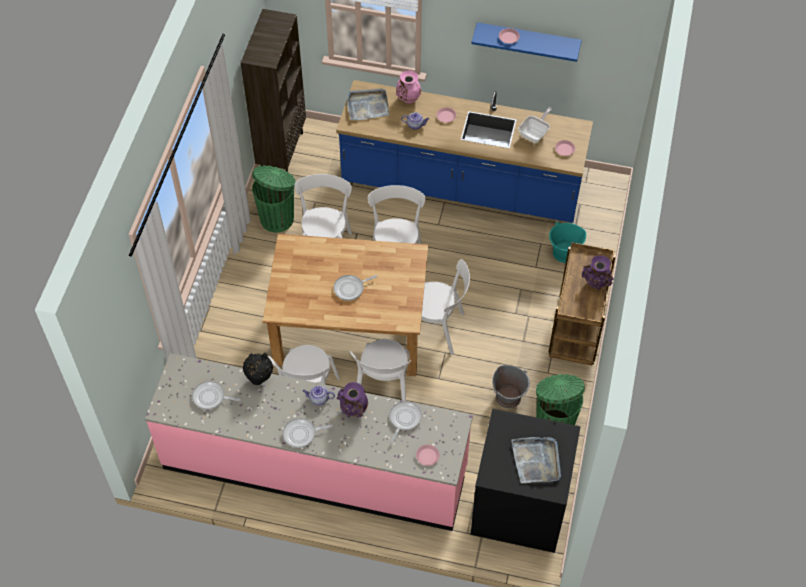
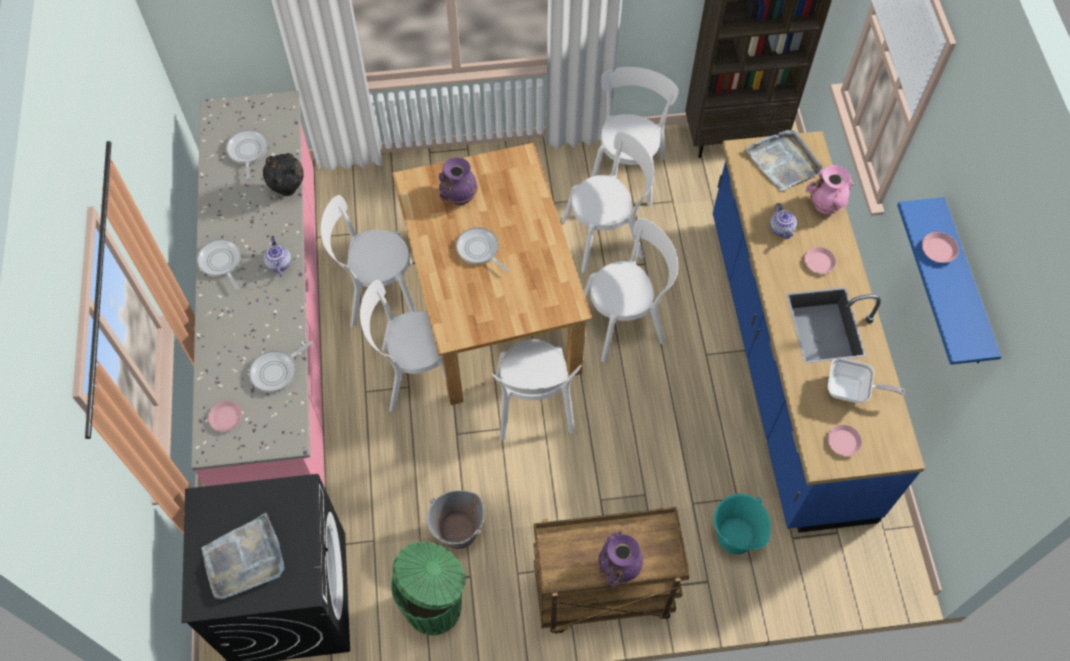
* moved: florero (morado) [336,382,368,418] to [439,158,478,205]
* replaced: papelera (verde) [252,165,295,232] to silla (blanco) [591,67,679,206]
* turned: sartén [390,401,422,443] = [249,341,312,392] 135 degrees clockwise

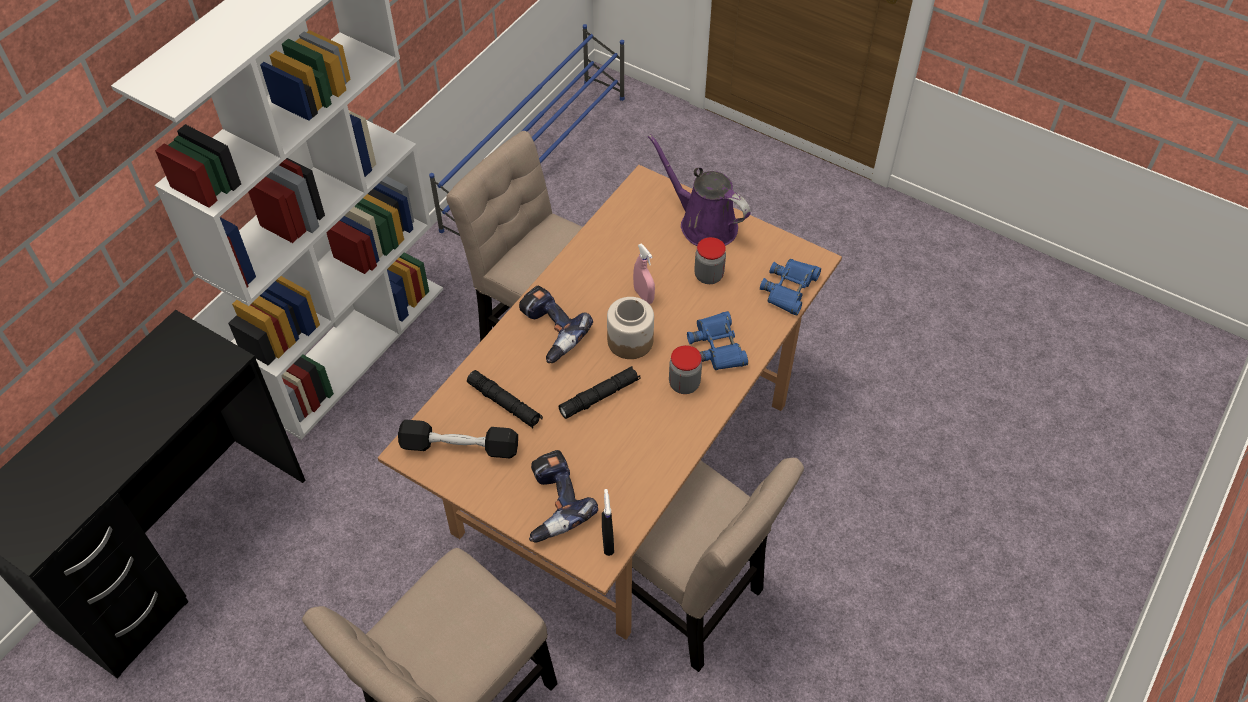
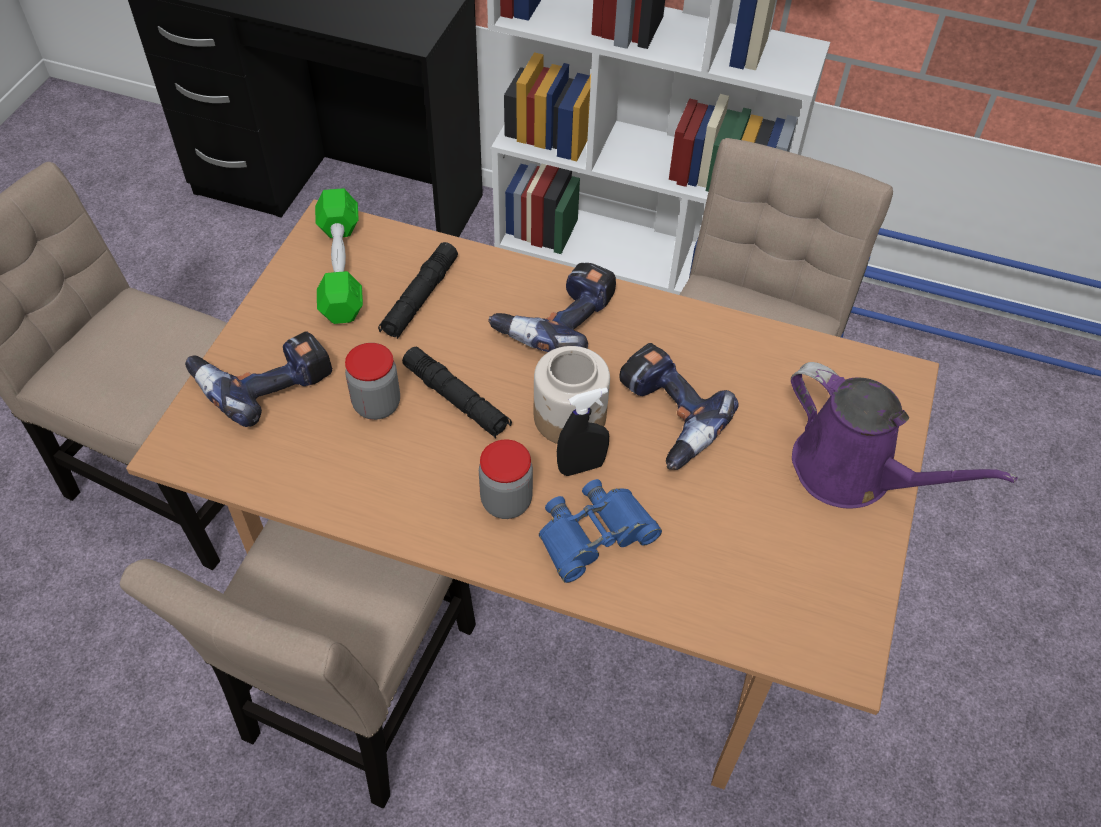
* removed: prismáticos (azul) [760,259,821,316]
* moved: pulverizador (negro) [602,489,614,556] to [557,387,609,476]
* moved: tarro [694,237,726,284] to [345,343,400,420]
* replaced: pulverizador (rosa) [633,244,655,304] to taladro [619,343,739,470]
* recoloured: mancuerna (negro) [398,419,518,458] to mancuerna (verde) [315,188,363,324]
* turned: regadera (morado) [647,134,750,246] = [791,362,1018,508] 105 degrees clockwise

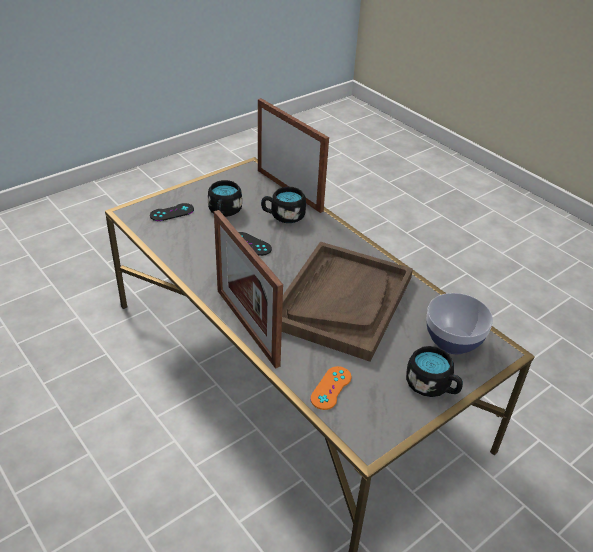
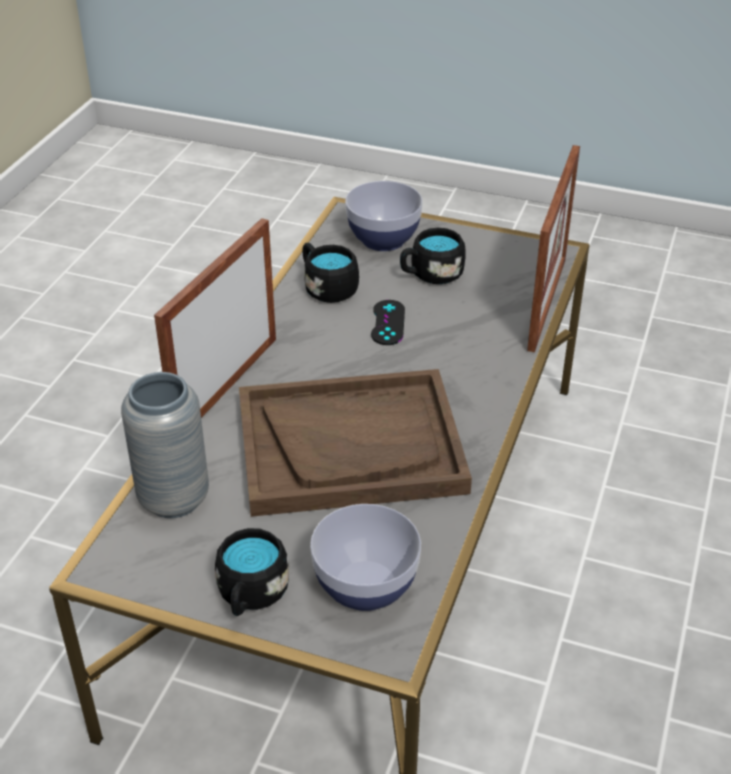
* moved: taza grande (negro) [261,187,306,223] to [303,243,359,303]
* replaced: mando de consola (negro) [150,203,194,221] to cuenco [345,181,423,251]
* replaced: mando de consola (naranja) [310,366,351,410] to florero (gris) [121,372,209,518]

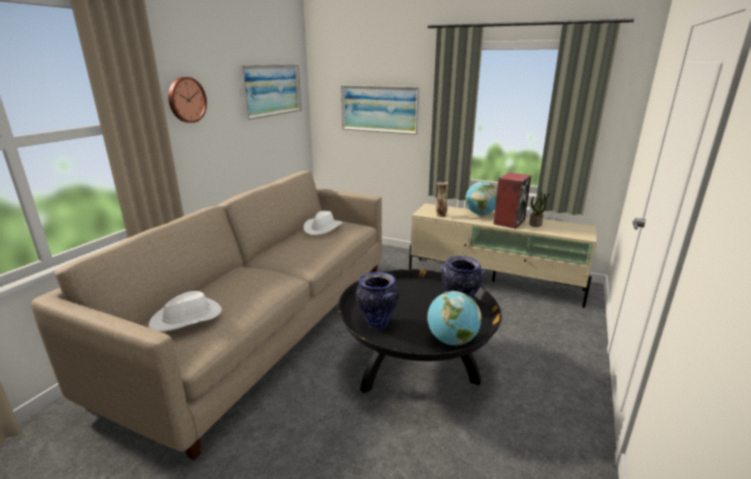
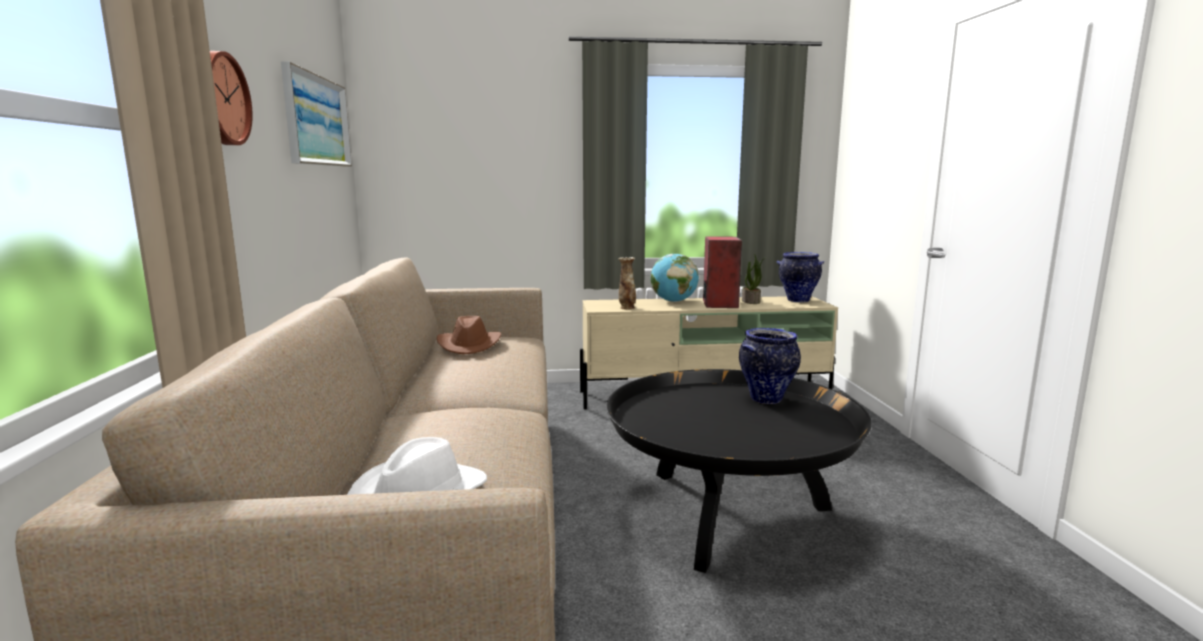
* removed: cuadro [341,85,420,135]
* removed: globo terráqueo [427,291,482,346]
* moved: florero [356,272,399,329] to [777,252,824,302]
* recoloured: sombrero (blanco) [304,211,343,235] to sombrero (marrón) [437,316,501,354]

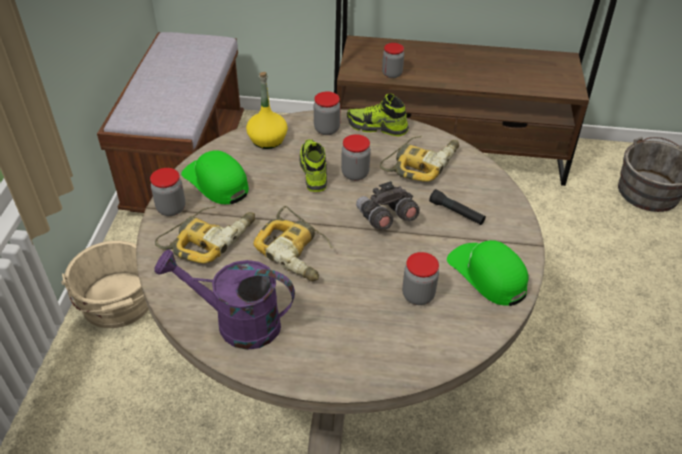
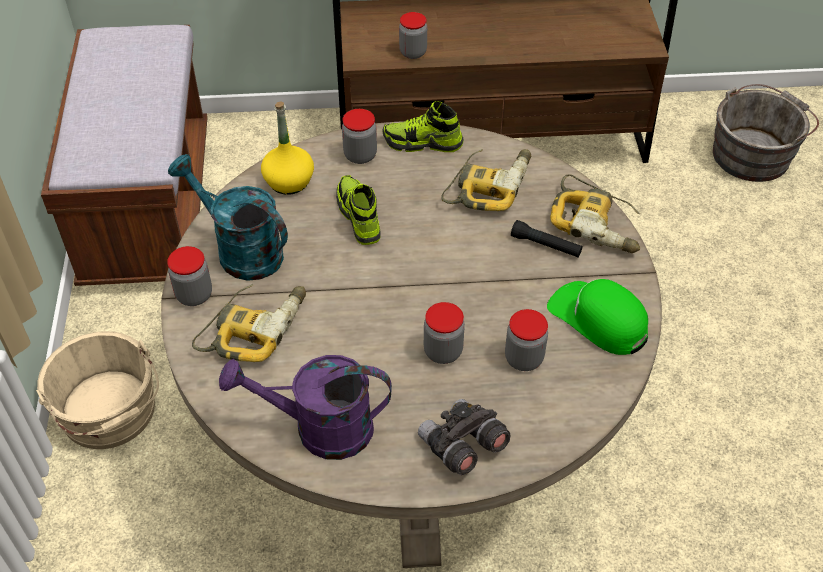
* moved: taladro [253,206,333,281] to [550,174,640,253]
* moved: tarro [341,134,371,181] to [424,302,465,364]
* moved: prismáticos (gris) [356,181,420,230] to [418,399,510,475]
* replaced: gorra (verde) [181,150,249,204] to regadera (turquesa) [168,154,288,281]

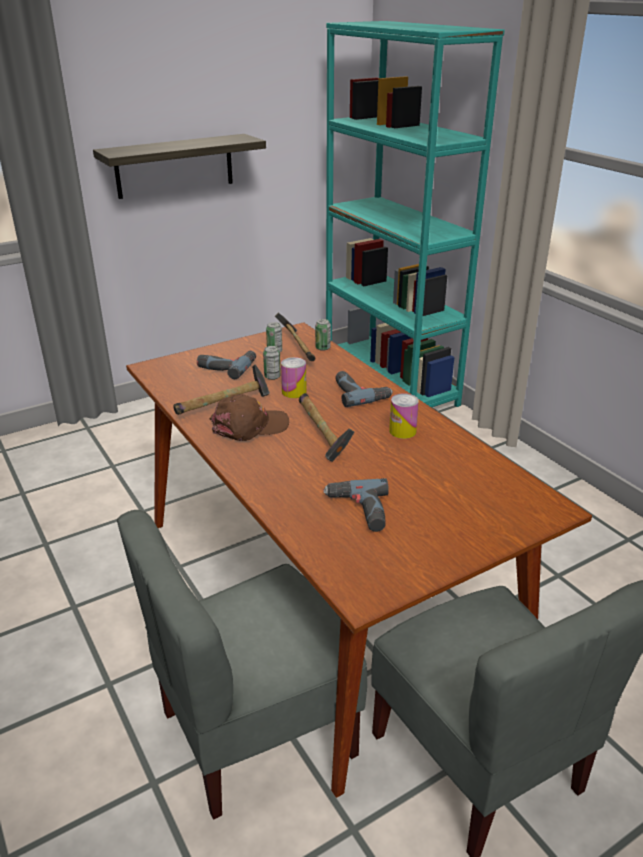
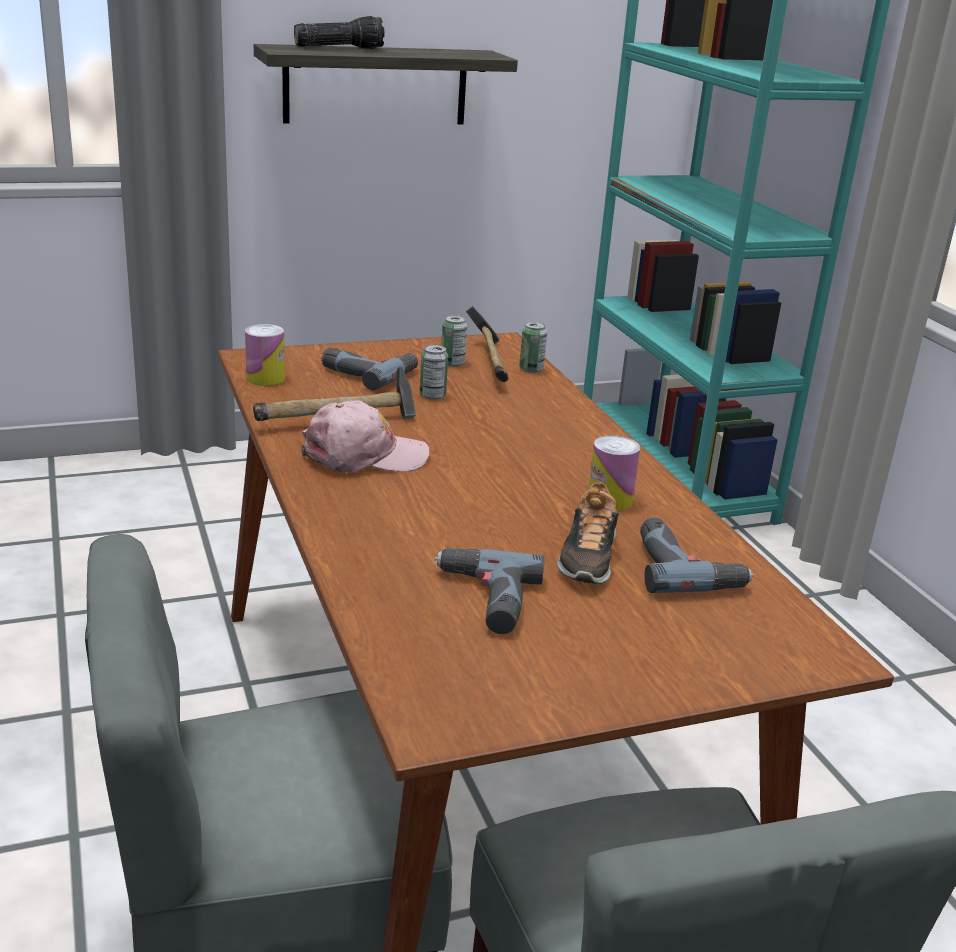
* removed: martillo [299,393,354,462]
* added: linterna [294,16,385,49]
* added: zapato [557,481,619,584]
* moved: lata [281,357,307,398] to [245,324,285,386]
* moved: taladro [335,371,393,407] to [640,517,754,593]
* recoloured: gorra (marrón) [210,394,289,441] to gorra (rosa) [301,400,430,473]

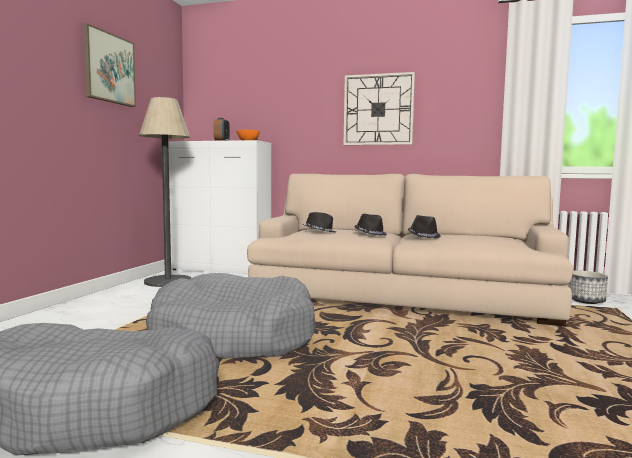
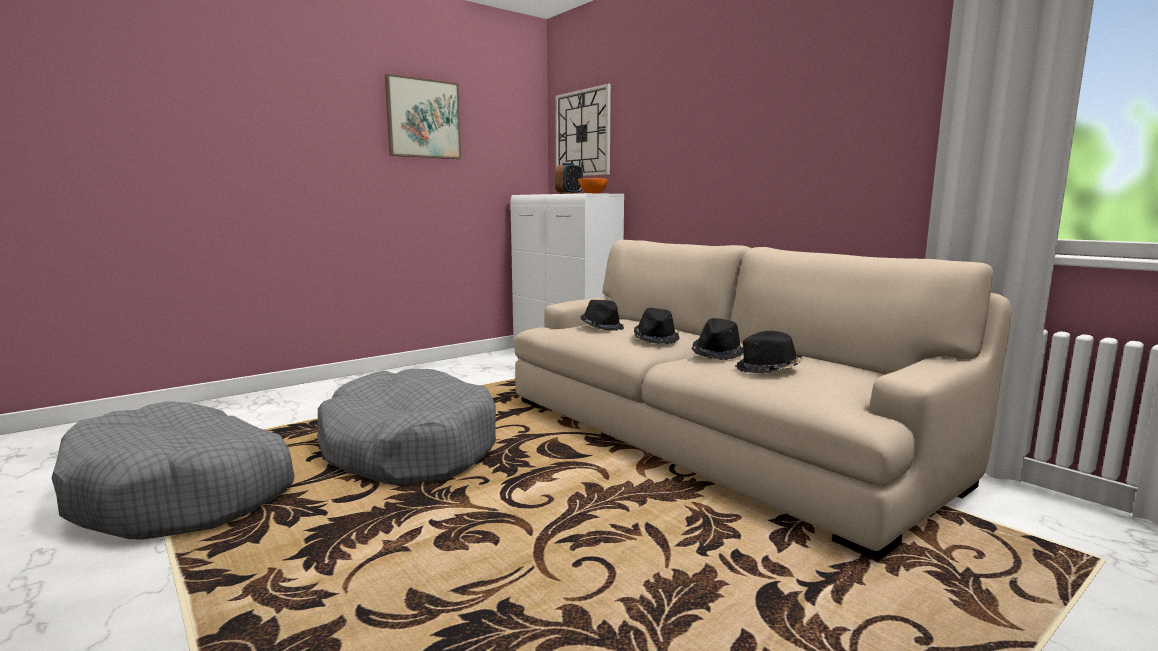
* removed: lámpara de pie [139,97,191,287]
* removed: maceta [568,271,608,304]
* added: sombrero (negro) [735,331,802,373]
* moved: reloj de pared [344,72,415,145] to [555,84,611,176]

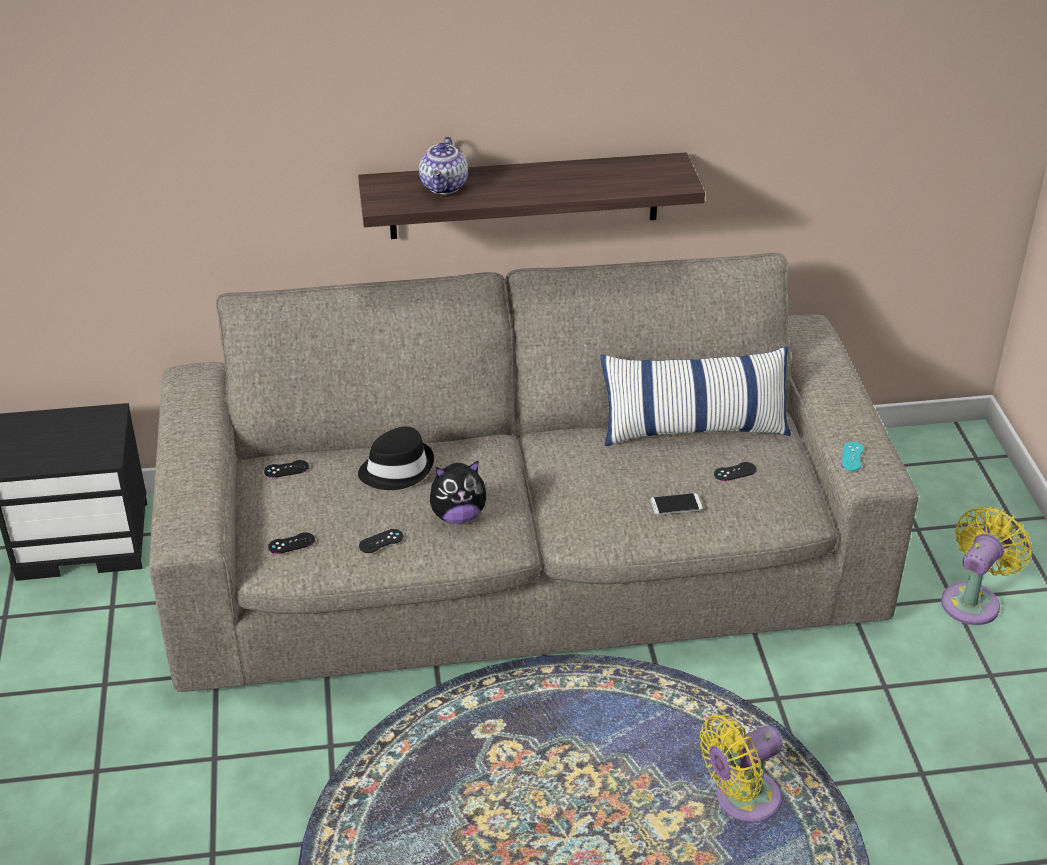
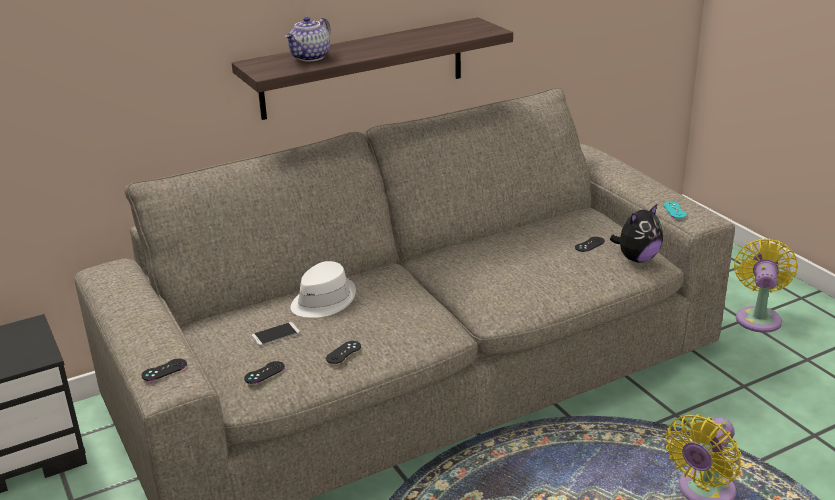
* removed: cojín [601,346,791,446]
* moved: mando de consola (negro) [264,460,309,478] to [142,359,187,381]
* moved: peluche [430,460,487,524] to [610,203,663,263]
* moved: móvil [650,493,703,515] to [251,322,300,346]
* recoloured: sombrero (negro) [358,426,434,490] to sombrero (blanco) [290,261,356,318]
* turned: tetera [419,136,468,194] = [285,16,331,61] 45 degrees clockwise

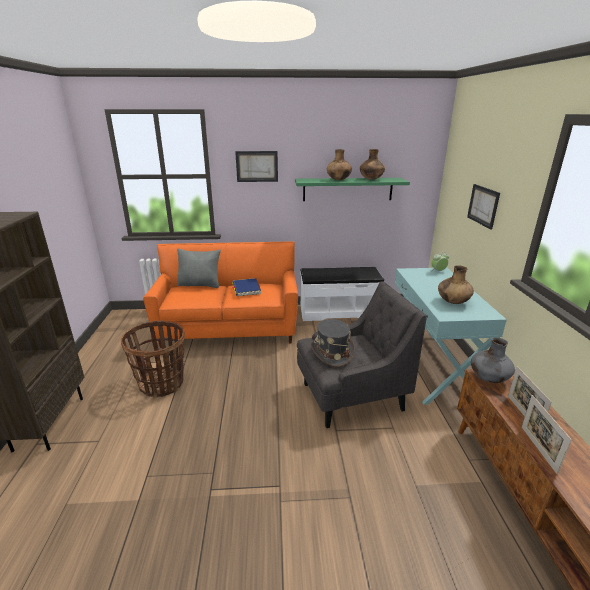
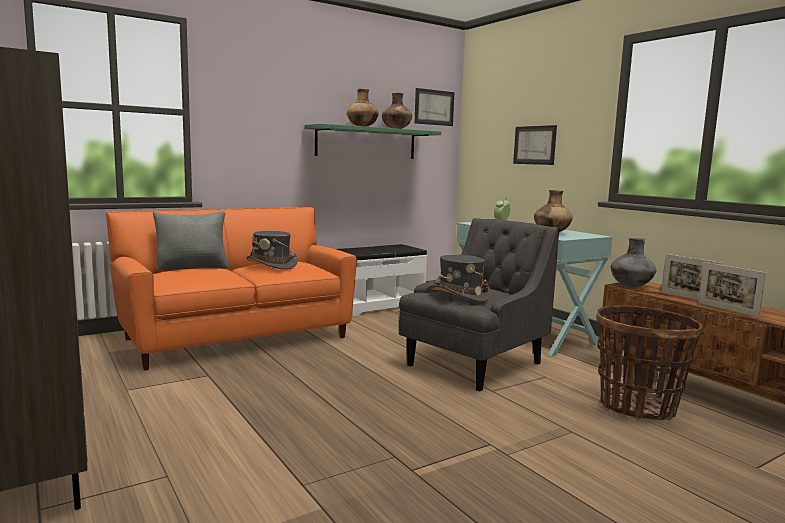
* moved: cesta [121,320,185,398] to [596,305,703,421]
* moved: cuadro [235,151,278,182] to [415,88,454,126]
* replaced: libro (azul) [232,278,261,296] to sombrero (gris) [247,231,298,270]

